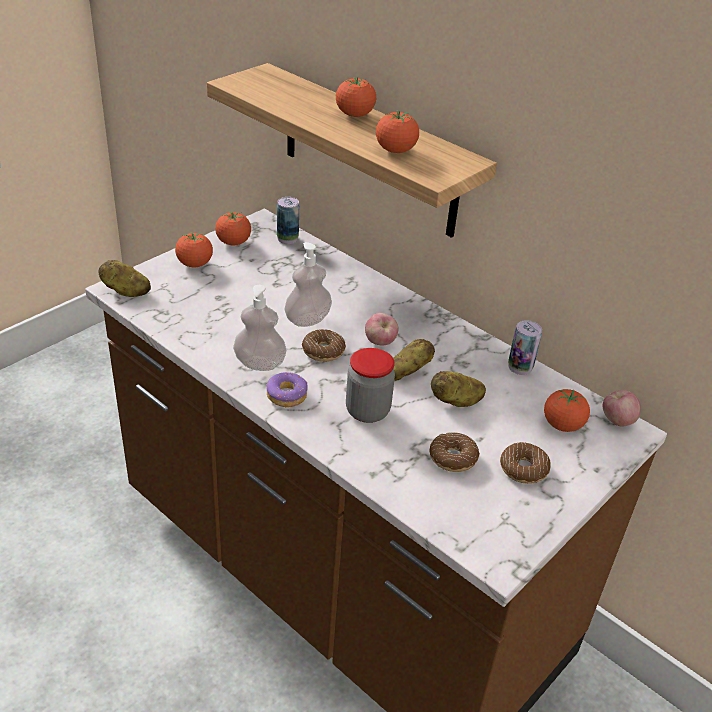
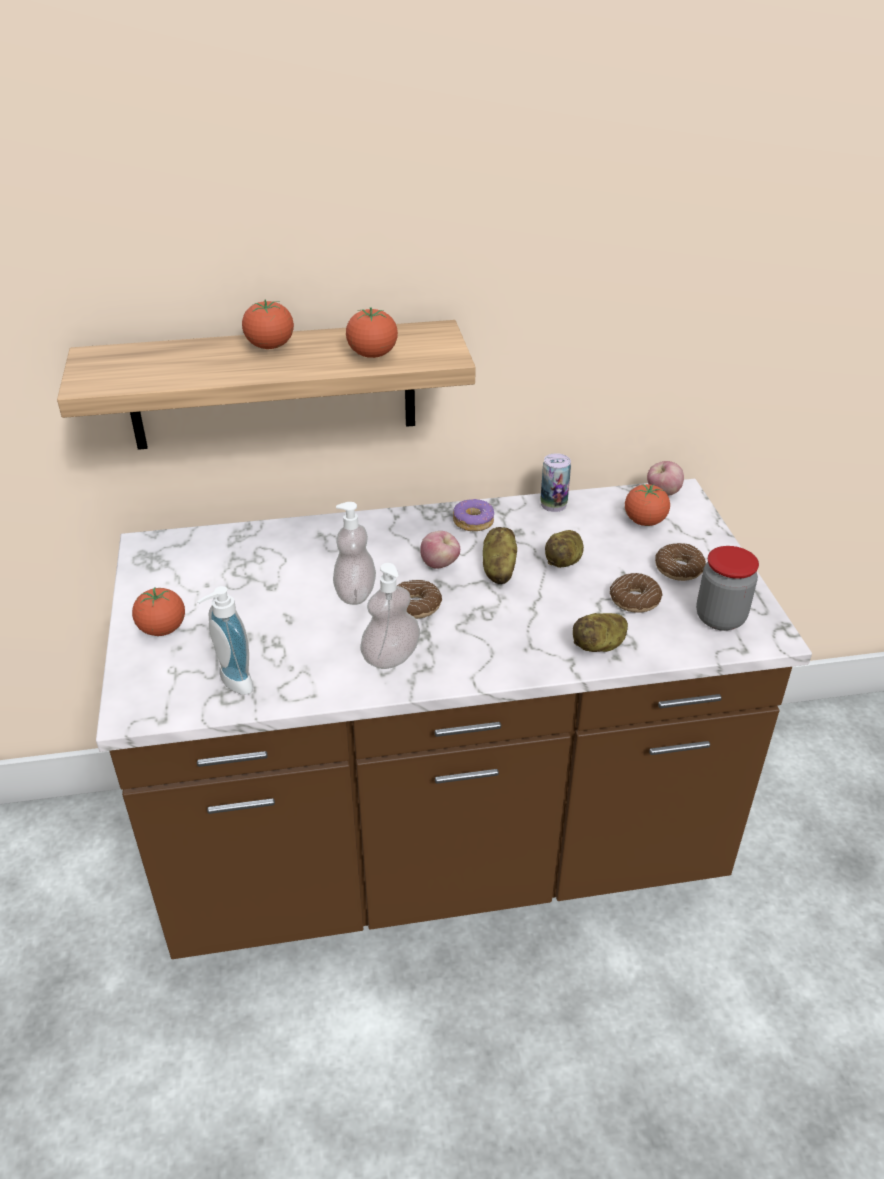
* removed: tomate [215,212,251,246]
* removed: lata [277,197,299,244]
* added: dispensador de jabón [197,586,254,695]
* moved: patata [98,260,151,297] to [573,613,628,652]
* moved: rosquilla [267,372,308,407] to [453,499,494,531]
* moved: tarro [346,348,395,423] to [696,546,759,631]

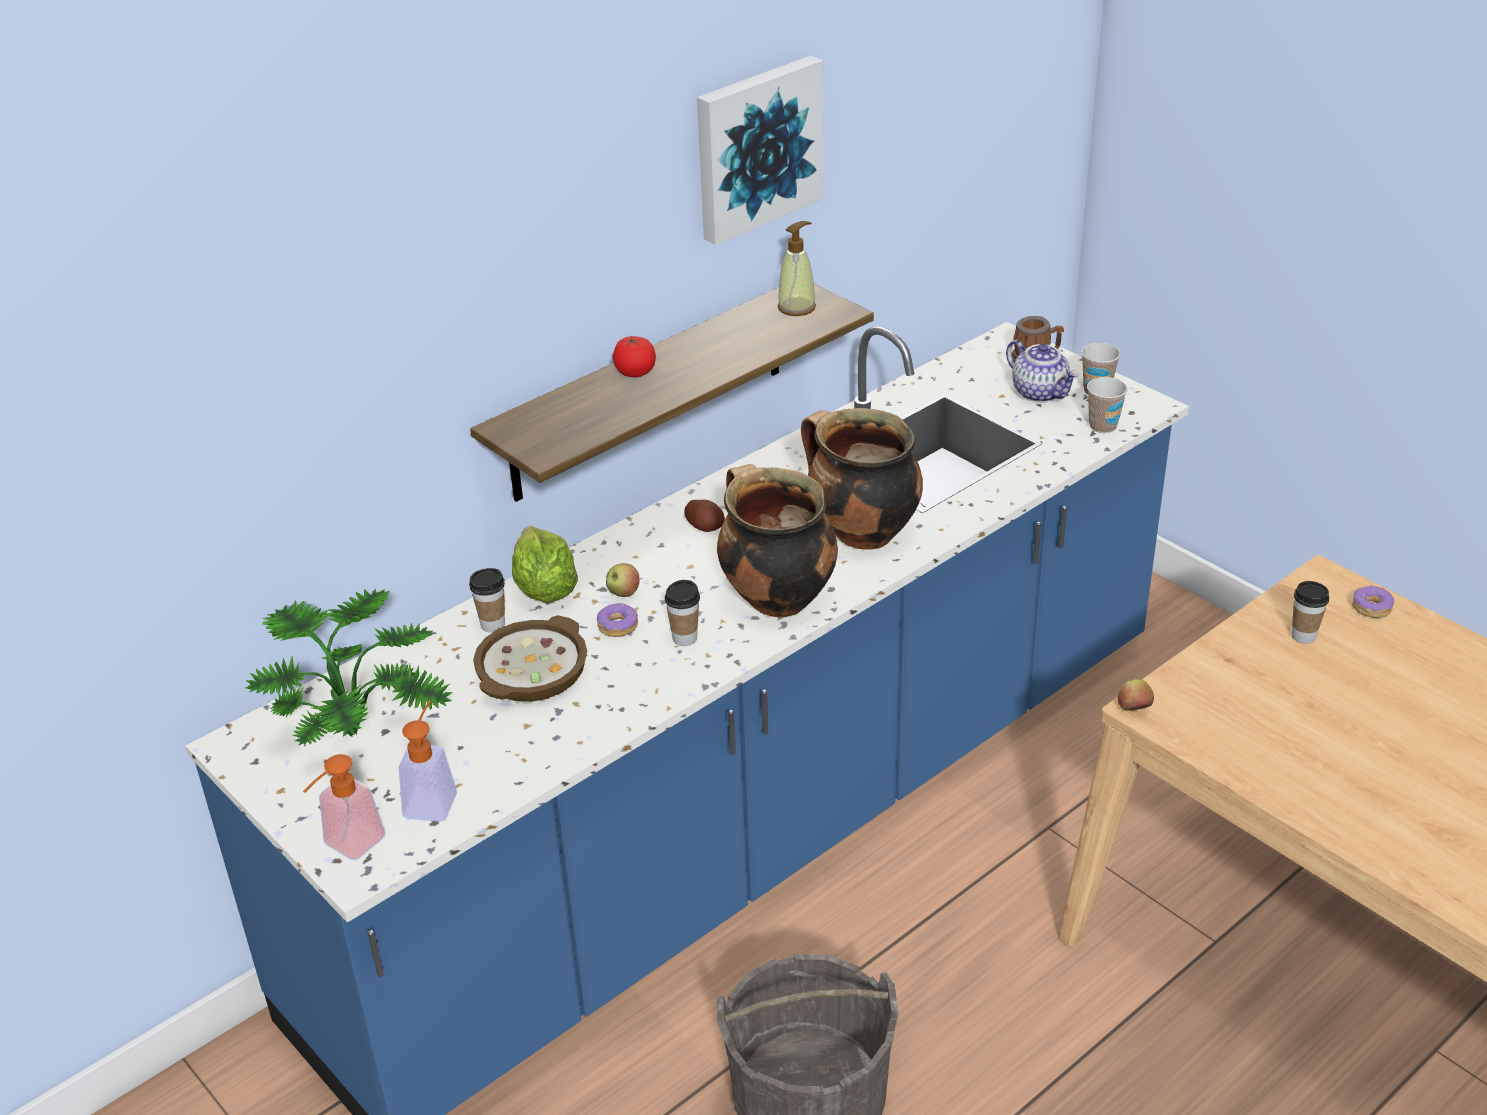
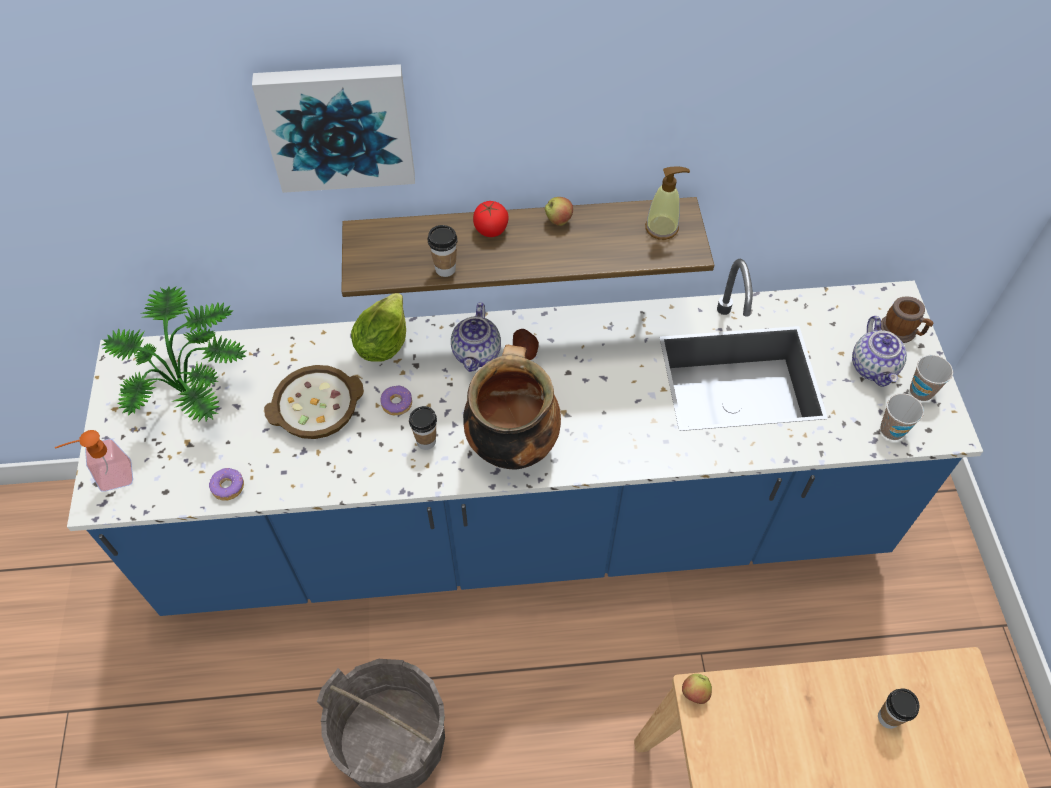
* removed: dispensador de jabón [399,700,457,822]
* removed: olla [801,408,923,550]
* added: tetera [451,302,501,372]
* moved: taza [469,568,505,632] to [428,225,458,277]
* moved: manzana [606,563,639,597] to [545,197,573,226]
* moved: cuadro [697,56,824,245] to [252,64,415,193]
* moved: rosquilla [1352,585,1394,618] to [209,468,244,501]

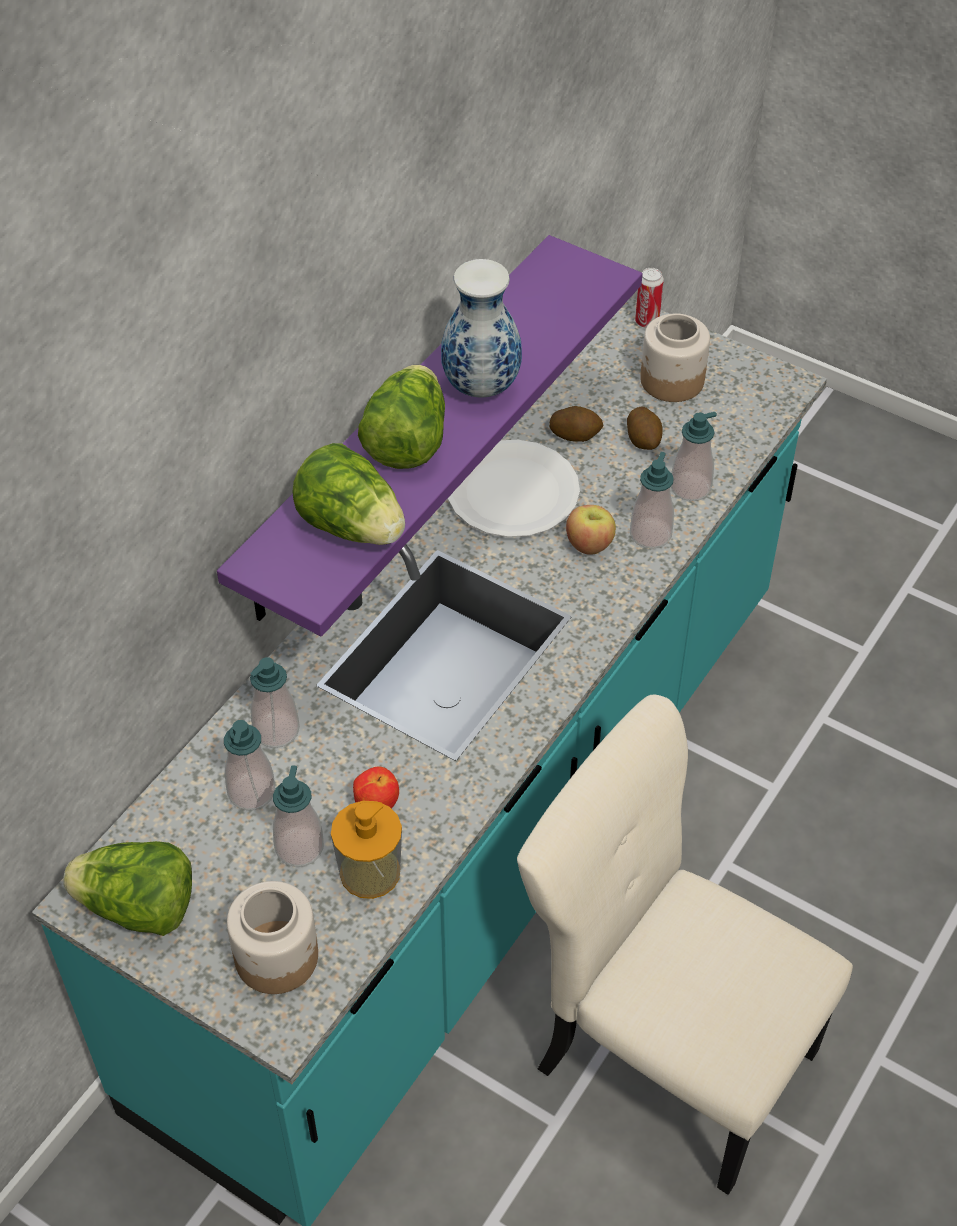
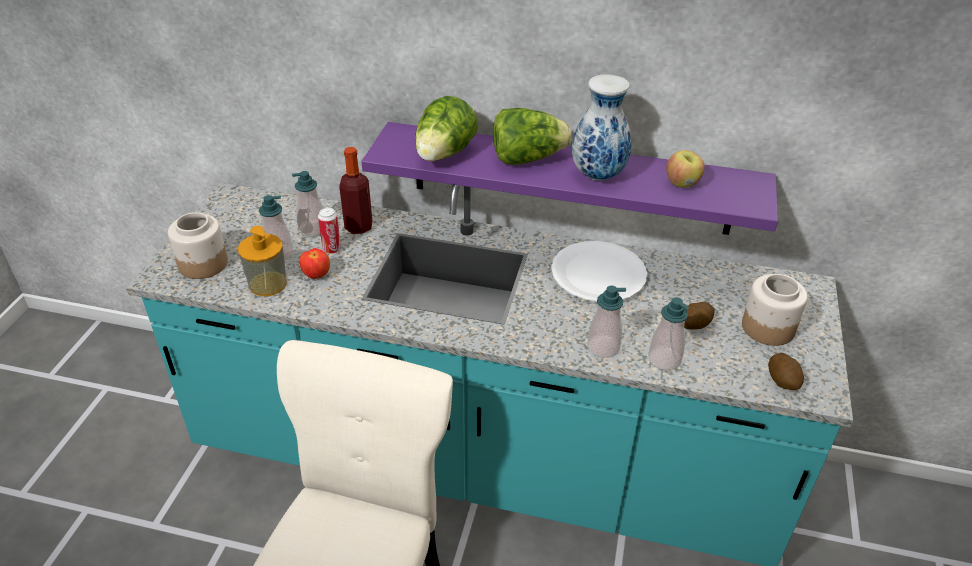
* removed: lechuga [63,841,192,936]
* moved: patata [549,406,604,442] to [768,353,804,390]
* moved: manzana [566,505,616,555] to [666,150,705,188]
* moved: lata [635,268,664,328] to [318,208,341,254]
* replaced: dispensador de jabón [250,657,300,748] to botella [339,147,373,234]

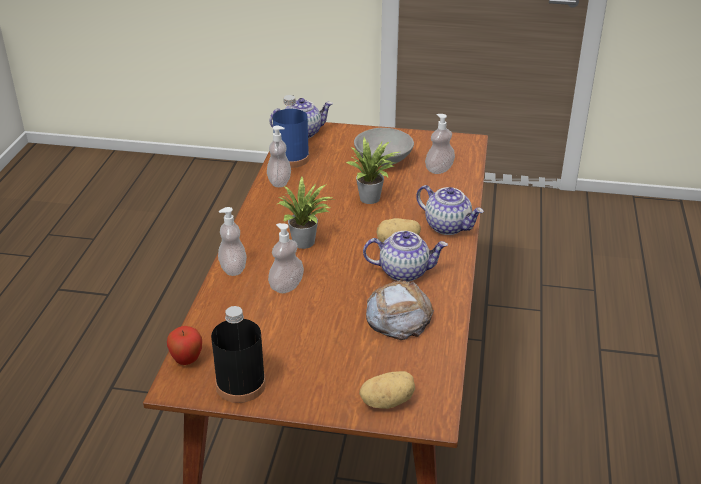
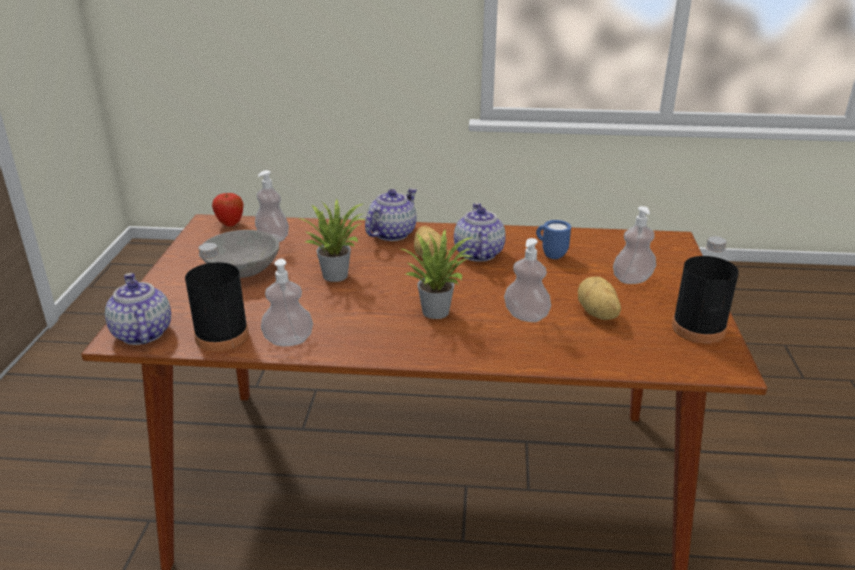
* moved: manzana [167,326,202,365] to [212,193,243,227]
* moved: dispensador de jabón [218,207,247,276] to [613,206,656,284]
* moved: patata [359,371,415,409] to [578,276,621,320]
* replaced: pan [366,278,434,340] to taza grande (azul) [536,220,571,259]
* recoloured: botella (azul) [273,95,309,168] to botella (negro) [185,243,249,351]

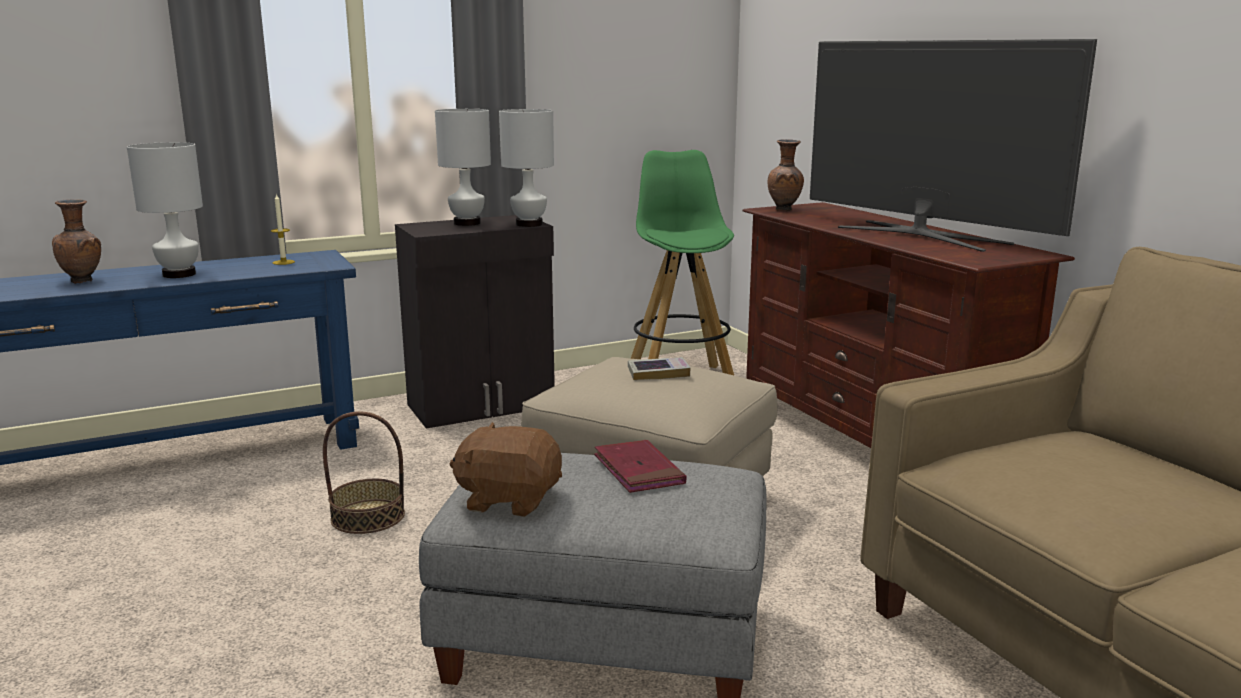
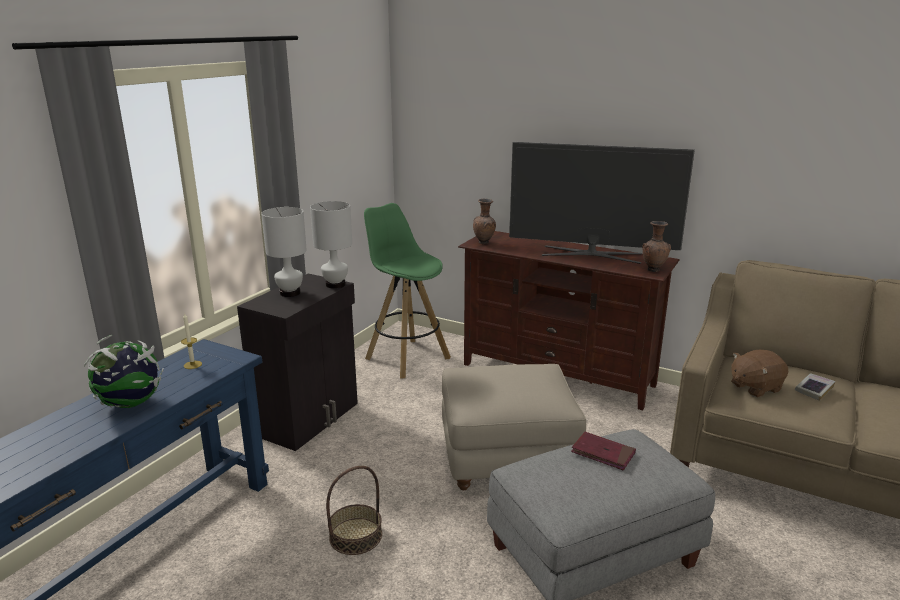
* moved: florero (marrón) [52,199,101,284] to [643,221,671,272]
* moved: peluche (marrón) [449,422,562,517] to [731,350,788,398]
* moved: libro [628,357,691,380] to [795,373,836,401]
* replaced: lámpara de mesa (blanco) [127,142,203,278] to globo terráqueo [84,335,164,408]

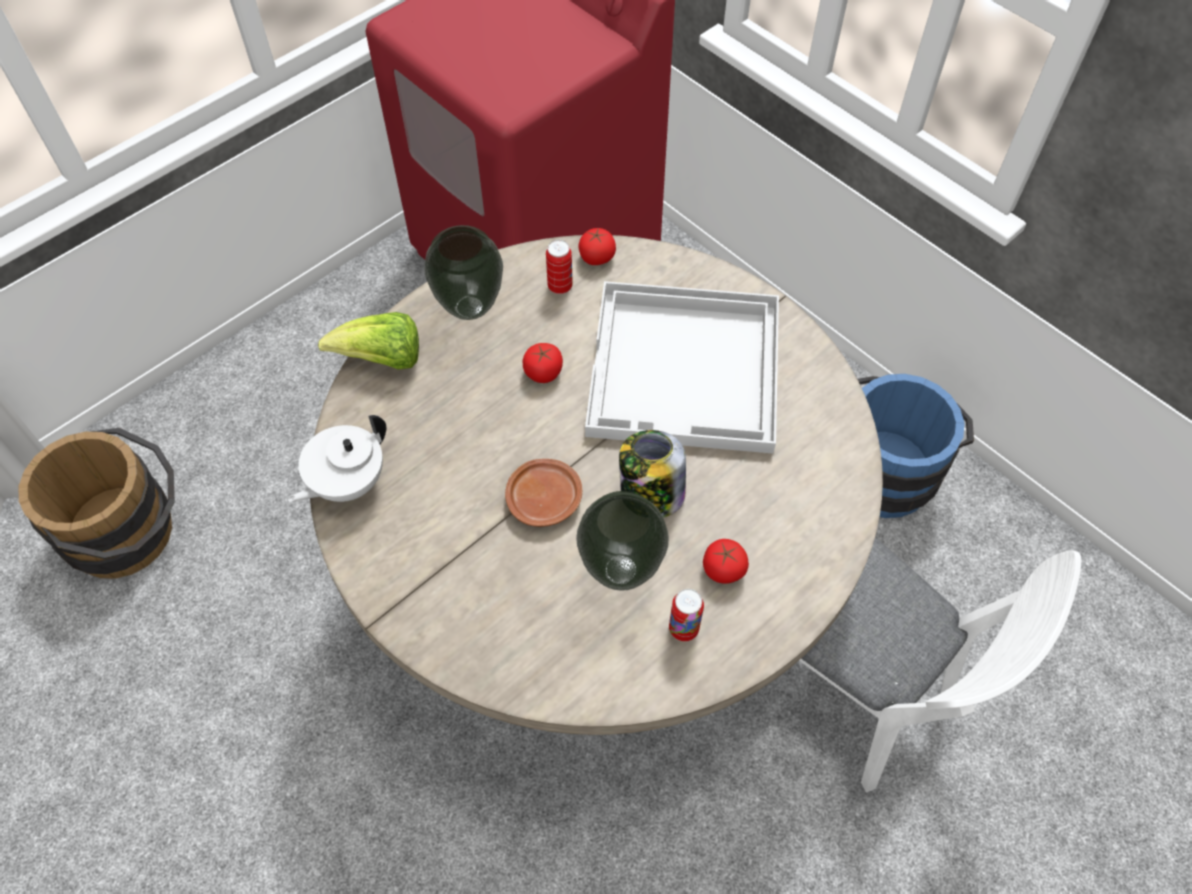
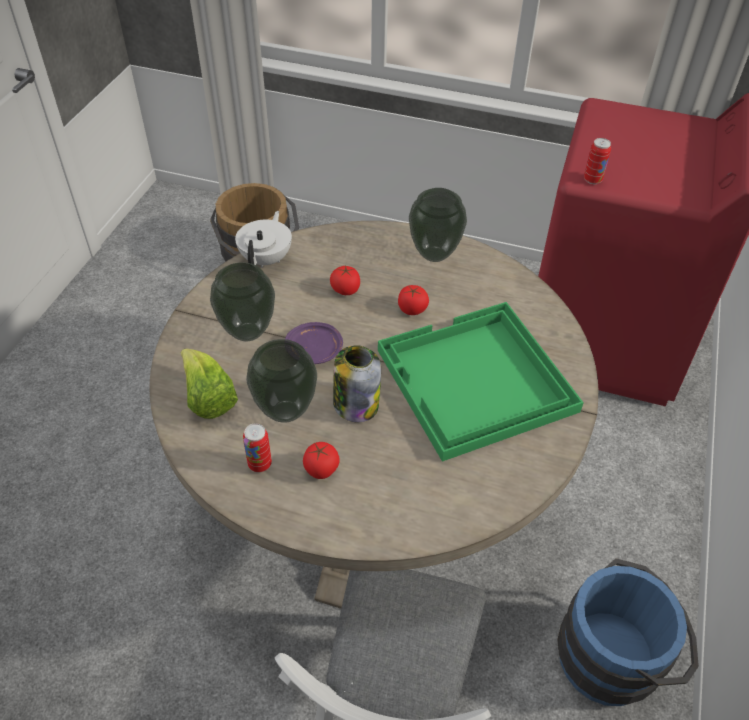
* added: florero [210,262,275,341]
* moved: lechuga [318,312,419,370] to [181,348,238,419]
* moved: lata [546,240,573,294] to [584,138,611,184]
* moved: tomate [578,227,616,265] to [330,266,360,295]
* recoloured: plato (marrón) [505,459,582,527] to plato (morado) [285,322,343,364]
* recoloured: bandeja (blanco) [585,281,779,453] to bandeja (verde) [378,302,584,462]
* turned: tetera (blanco) [288,415,386,502] = [235,211,292,268] 90 degrees clockwise

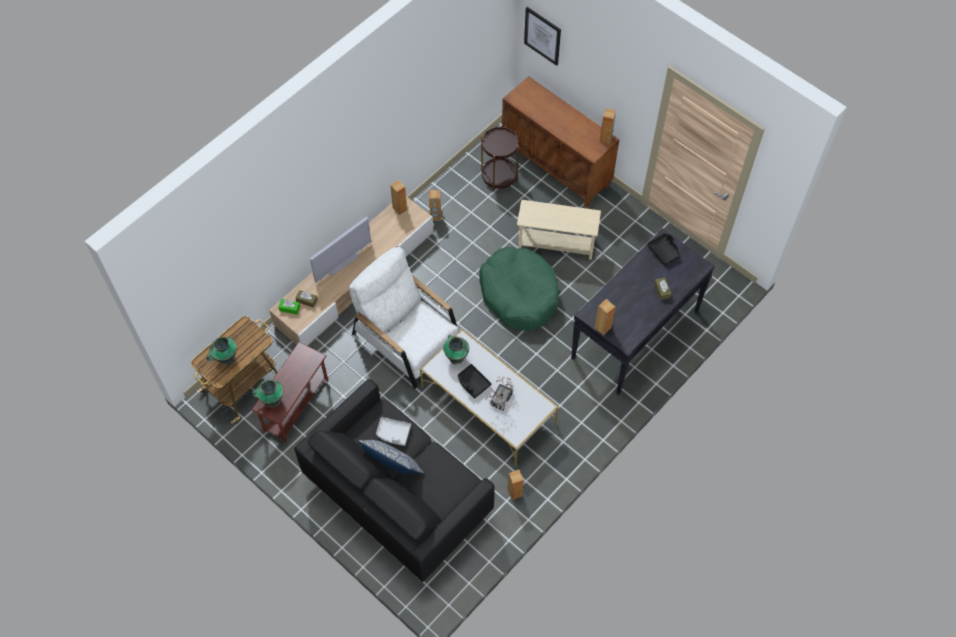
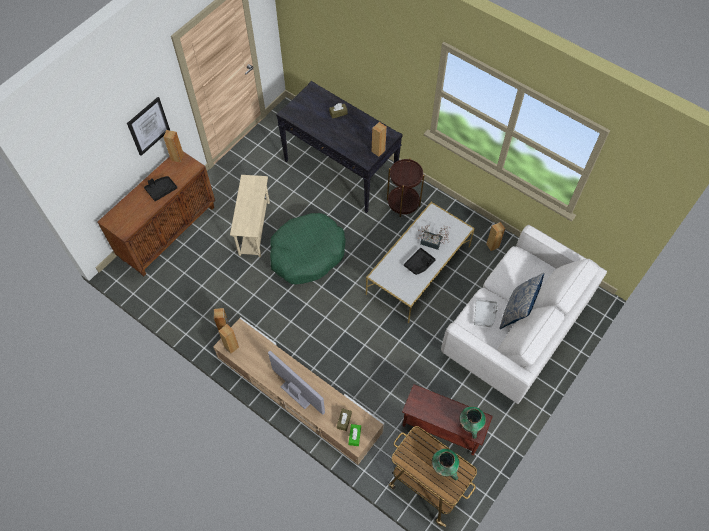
* removed: sillón (blanco) [349,247,459,390]
* removed: florero [443,335,469,365]
* moved: mesa auxiliar (marrón) [481,126,519,191] to [387,158,425,217]
* moved: cuadro [524,7,561,66] to [127,97,170,156]
* moved: bandeja (negro) [647,233,680,266] to [144,176,177,201]
* recoloured: sofá (negro) [294,379,495,582] to sofá (blanco) [441,225,607,404]

